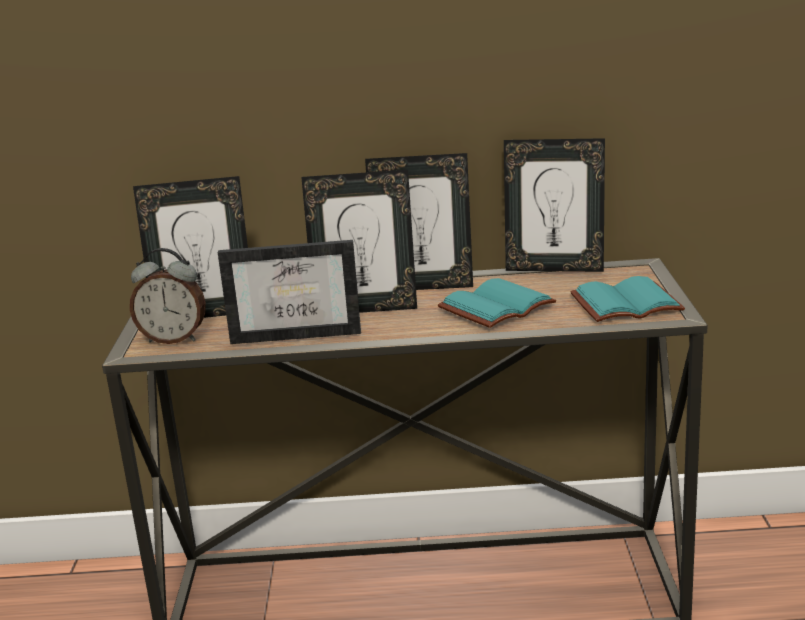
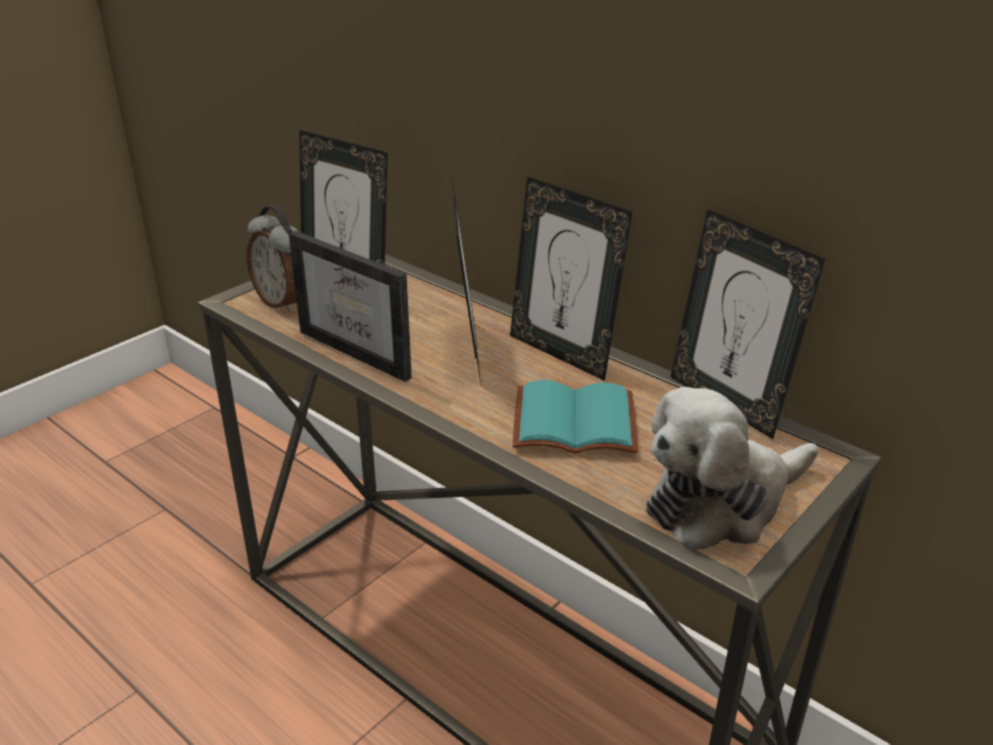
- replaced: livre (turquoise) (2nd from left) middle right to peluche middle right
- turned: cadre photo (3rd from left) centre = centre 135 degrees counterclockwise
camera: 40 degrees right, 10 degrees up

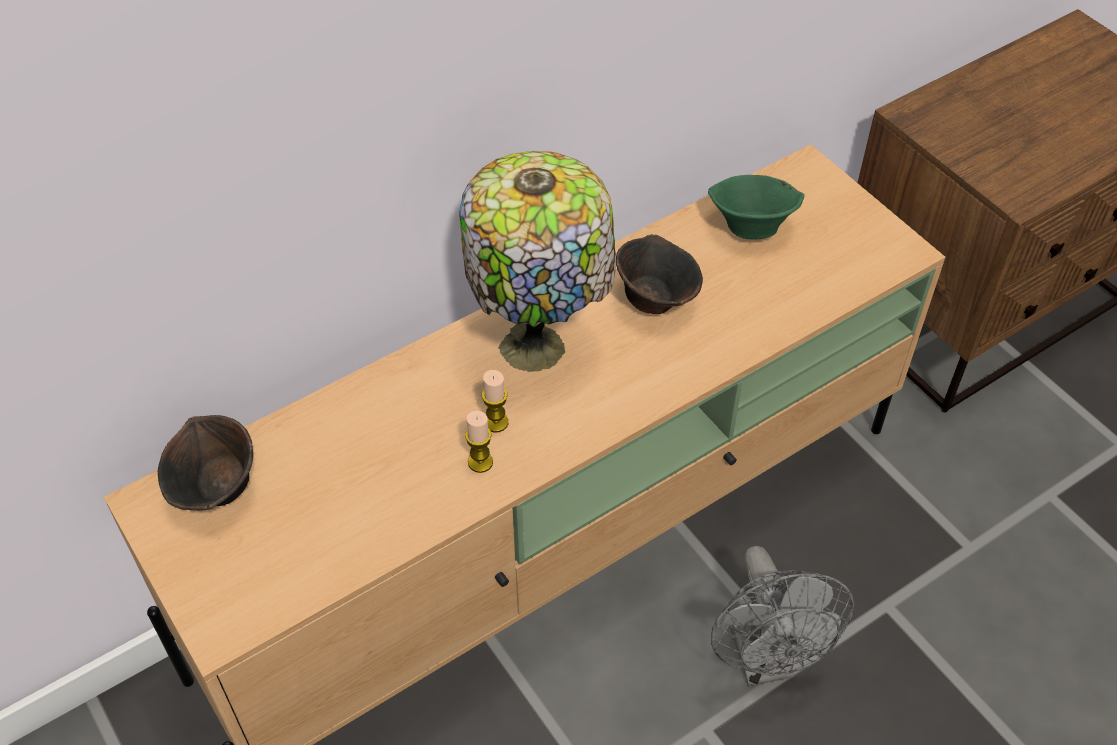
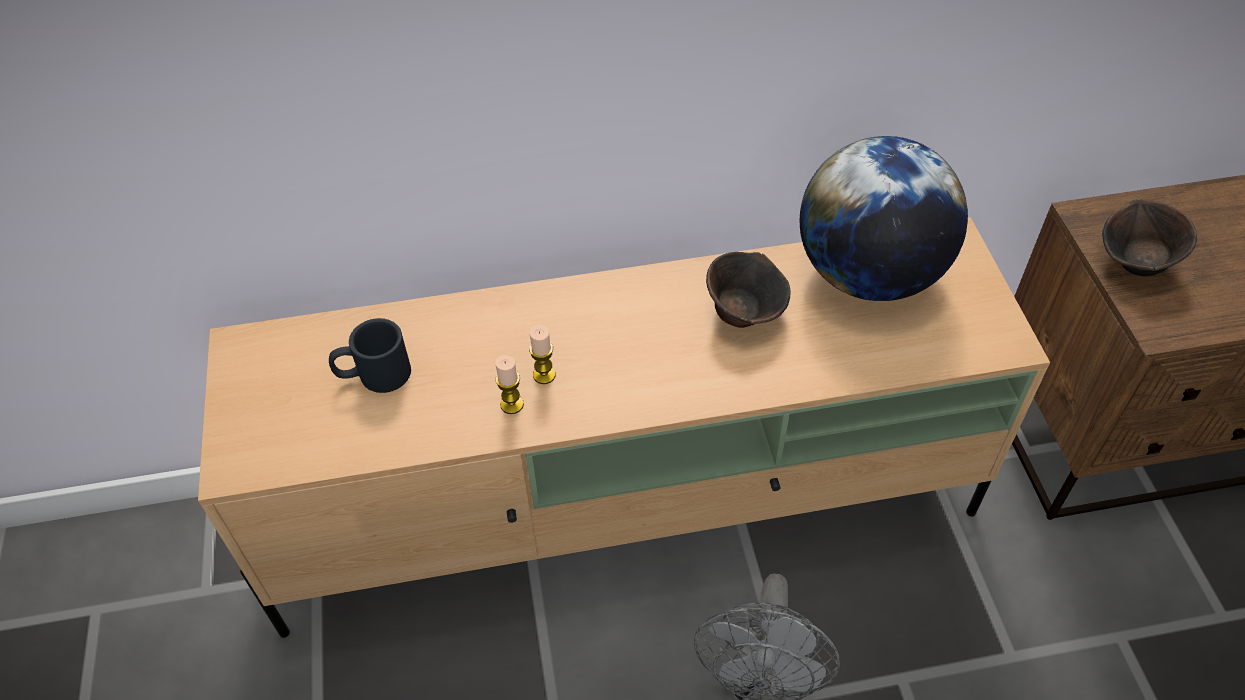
- removed: lampe de table centre
- added: mug (noir) middle left
- moved: bol (marron) (1st from left in the first image) middle left to bol (marron) (2nd from left) middle right
- replaced: bol (vert) top right to globe top right
camera: 25 degrees right, 0 degrees up

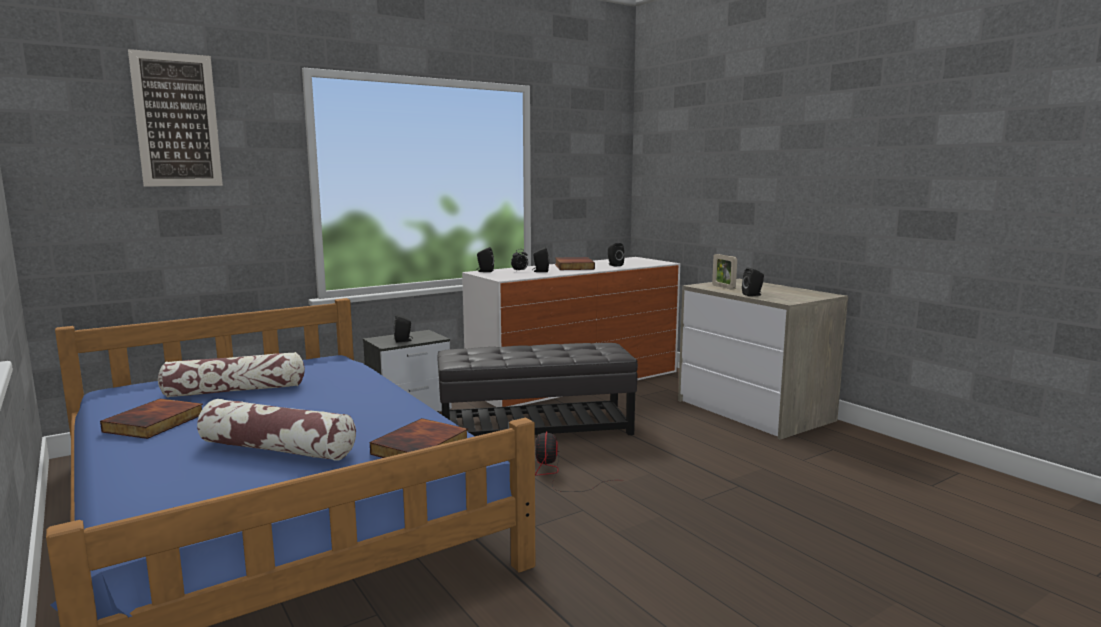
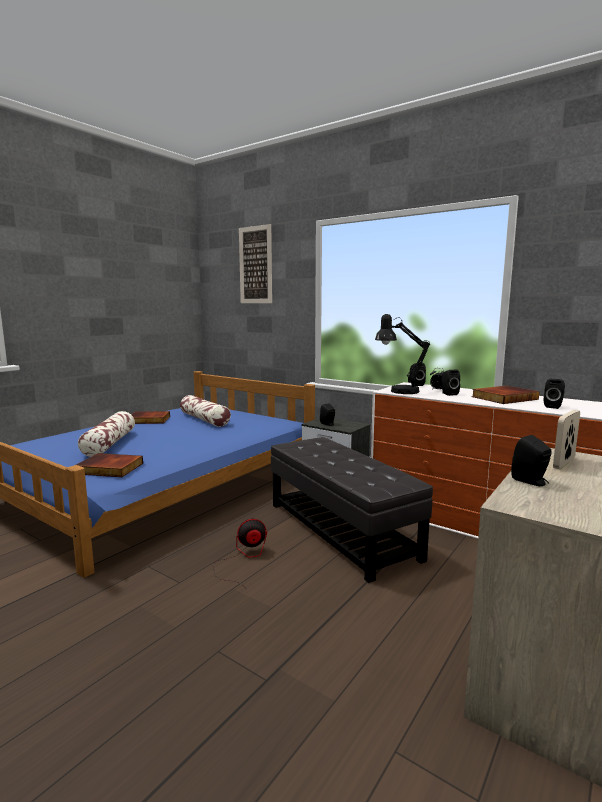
- added: lampe de table (noir) middle right
camera: 70 degrees right, 0 degrees up

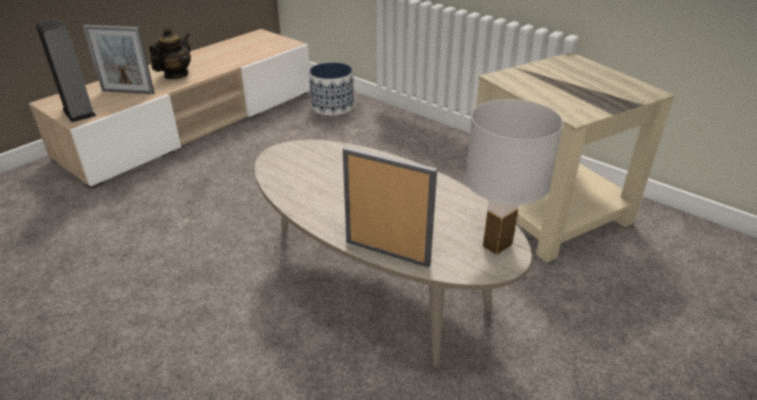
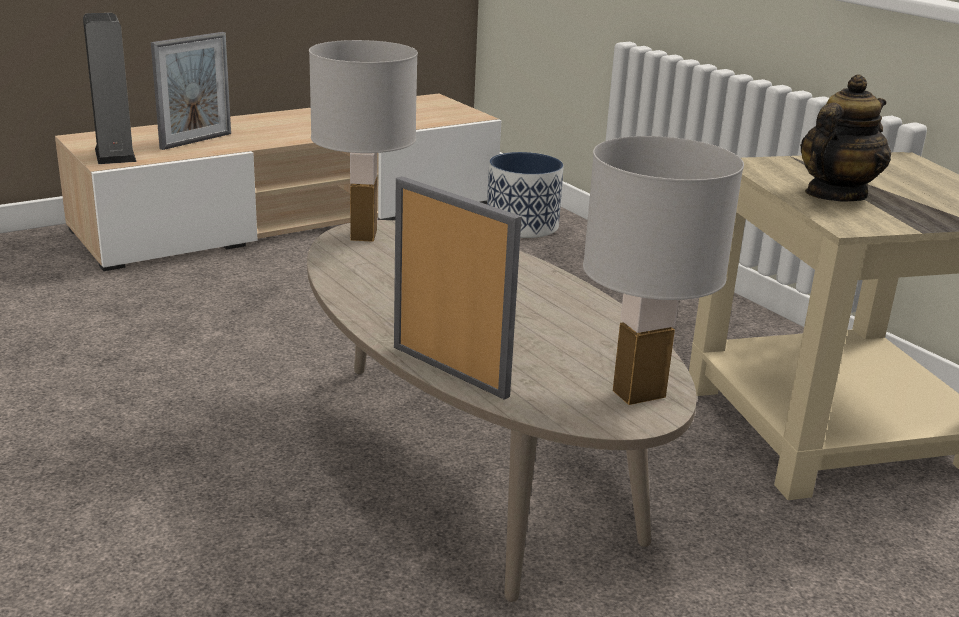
- added: lampe de table (blanc) (1st from left) top centre
- moved: théière top left to top right
- turned: cadre photo (1st from left) top left = top left 75 degrees counterclockwise
camera: 15 degrees right, 10 degrees down

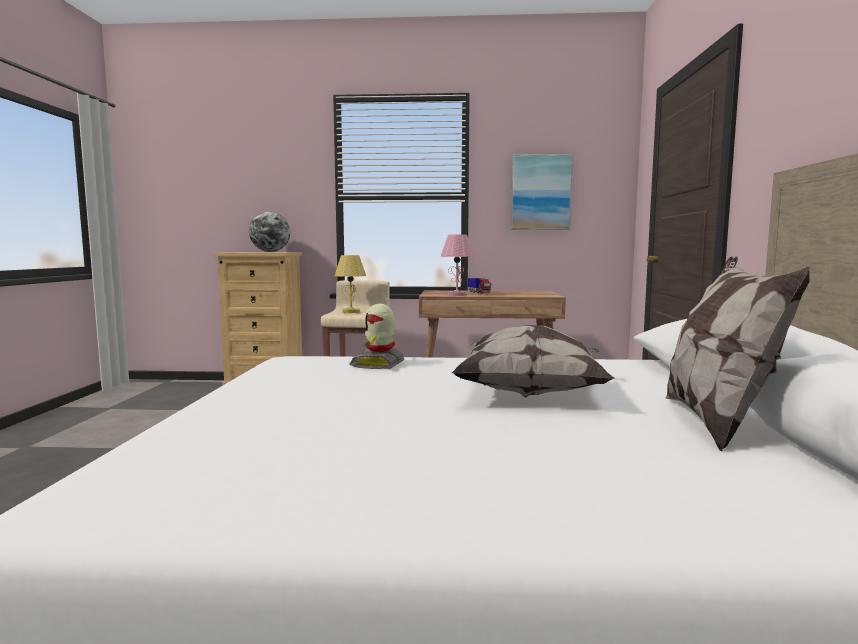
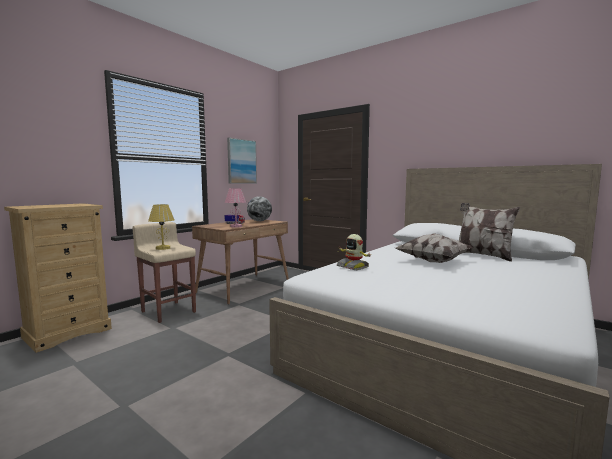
- moved: globe middle left to centre
camera: 55 degrees left, 0 degrees up

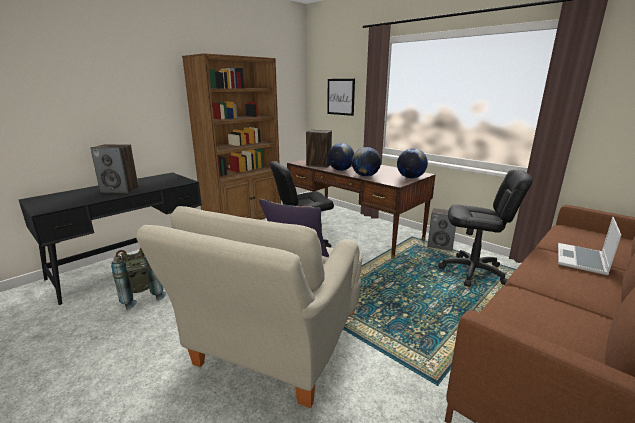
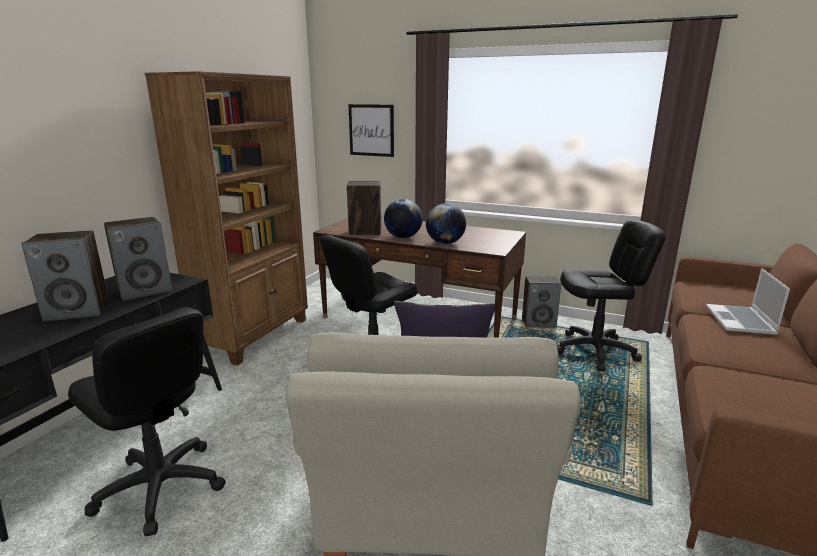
- removed: globe (3rd from left) centre
- added: enceinte (2nd from left) middle left
- replaced: sac à dos (gris) middle left to chaise de bureau (noir) (1st from left) bottom left
camera: 20 degrees left, 0 degrees up

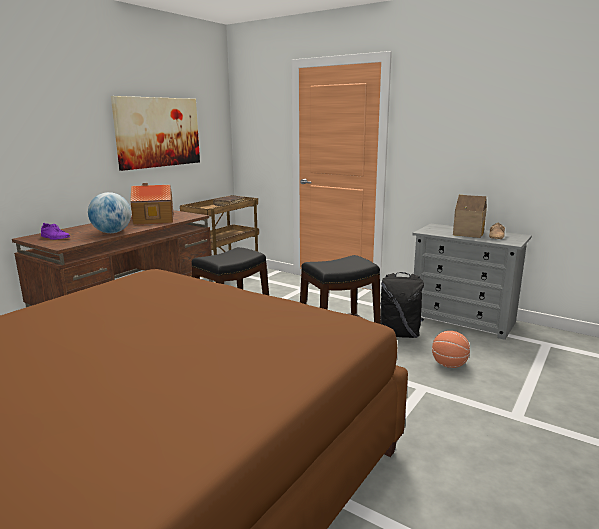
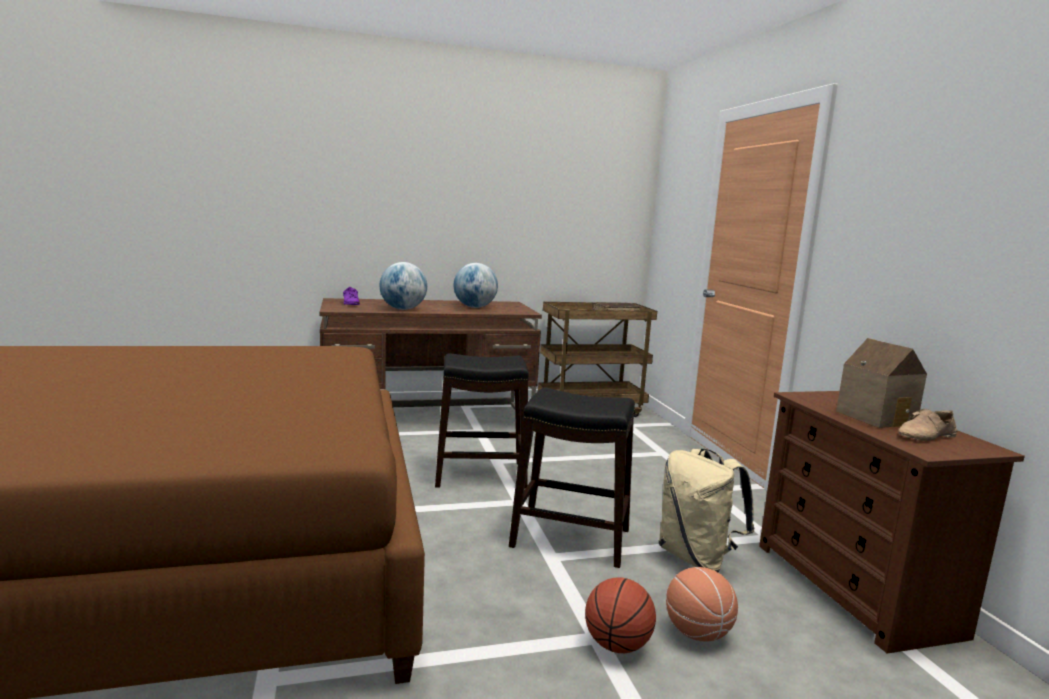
- removed: tableau top left
- added: ballon de basket (1st from left) bottom centre
- replaced: maison miniature (1st from left) middle left to globe (2nd from left) centre
- recoloured: sac à dos (noir) middle right to sac à dos (beige) bottom right
- recoloured: commode (gris) middle right to commode (marron) bottom right
camera: 40 degrees right, 5 degrees down

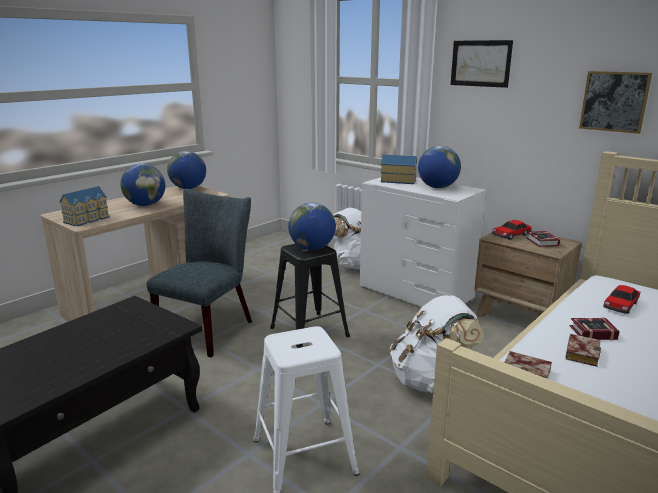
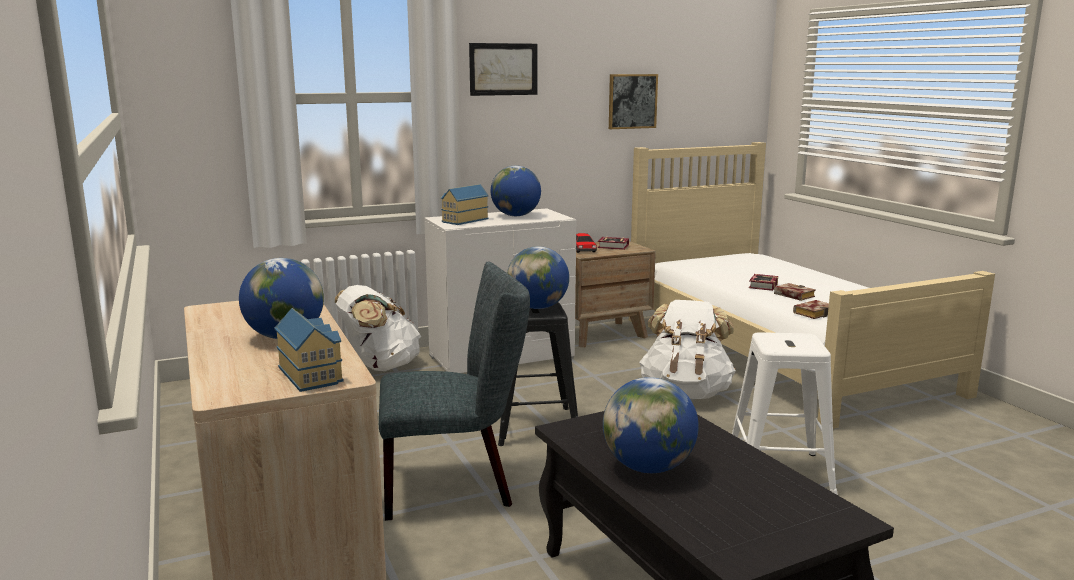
- removed: petite voiture (2nd from left) middle right
- moved: globe (2nd from left in the first image) middle left to globe (4th from left) bottom centre
- turned: chaise (gris) middle left = bottom centre 120 degrees clockwise
camera: 65 degrees left, 5 degrees down

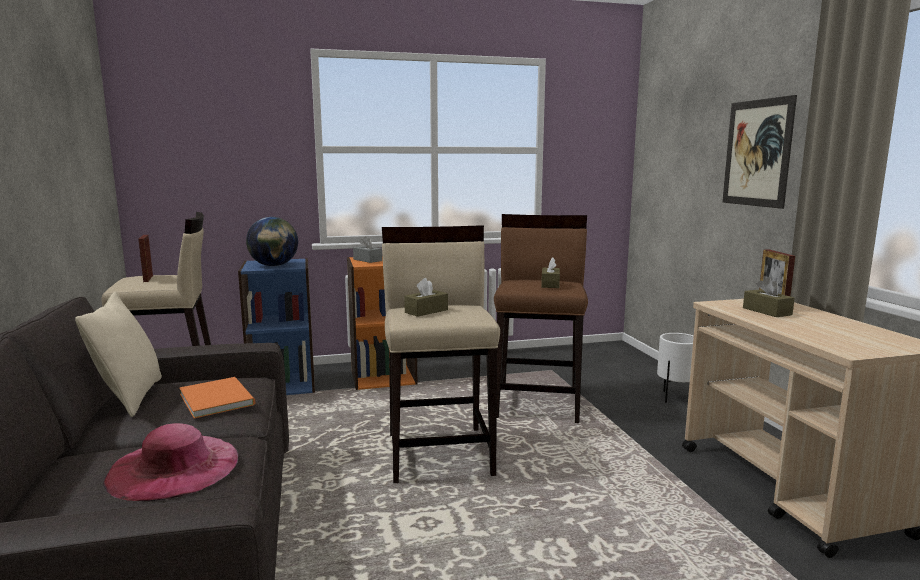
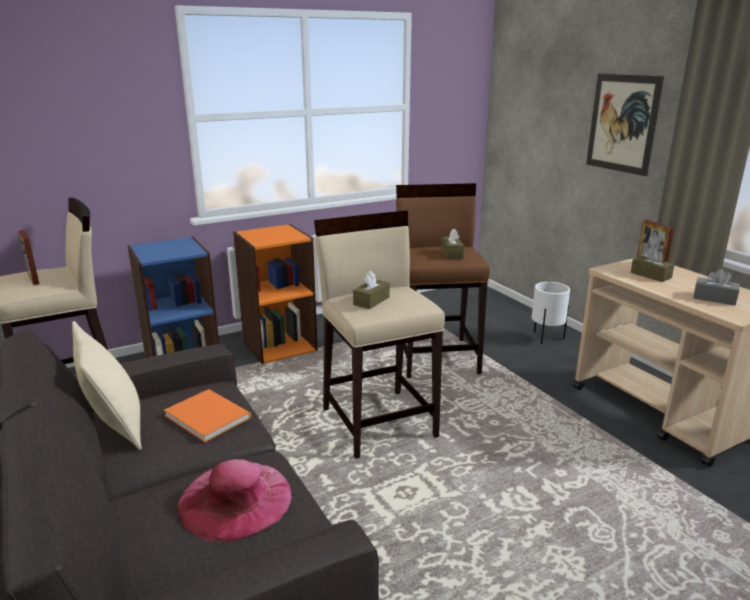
- removed: globe middle left
- moved: boîte à mouchoirs (gris) centre to middle right
camera: 15 degrees left, 10 degrees up

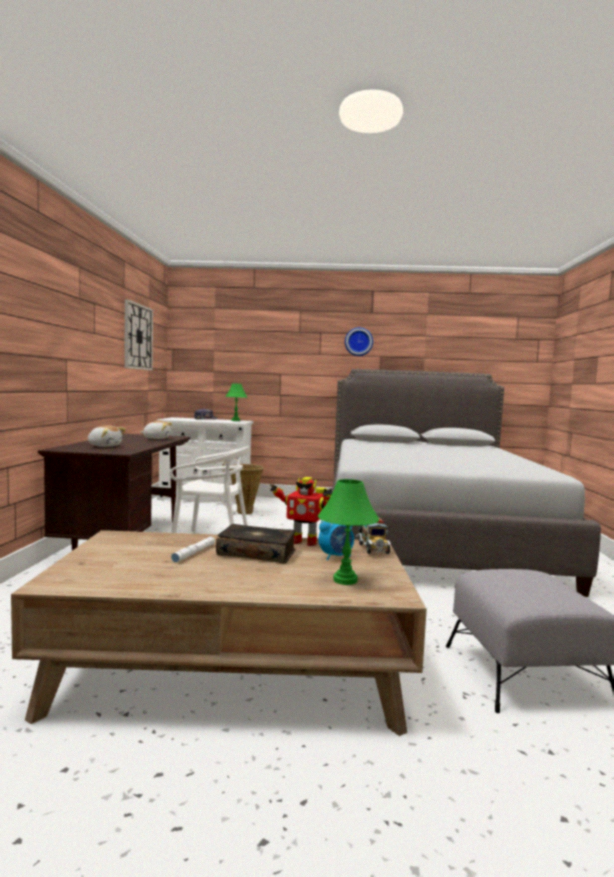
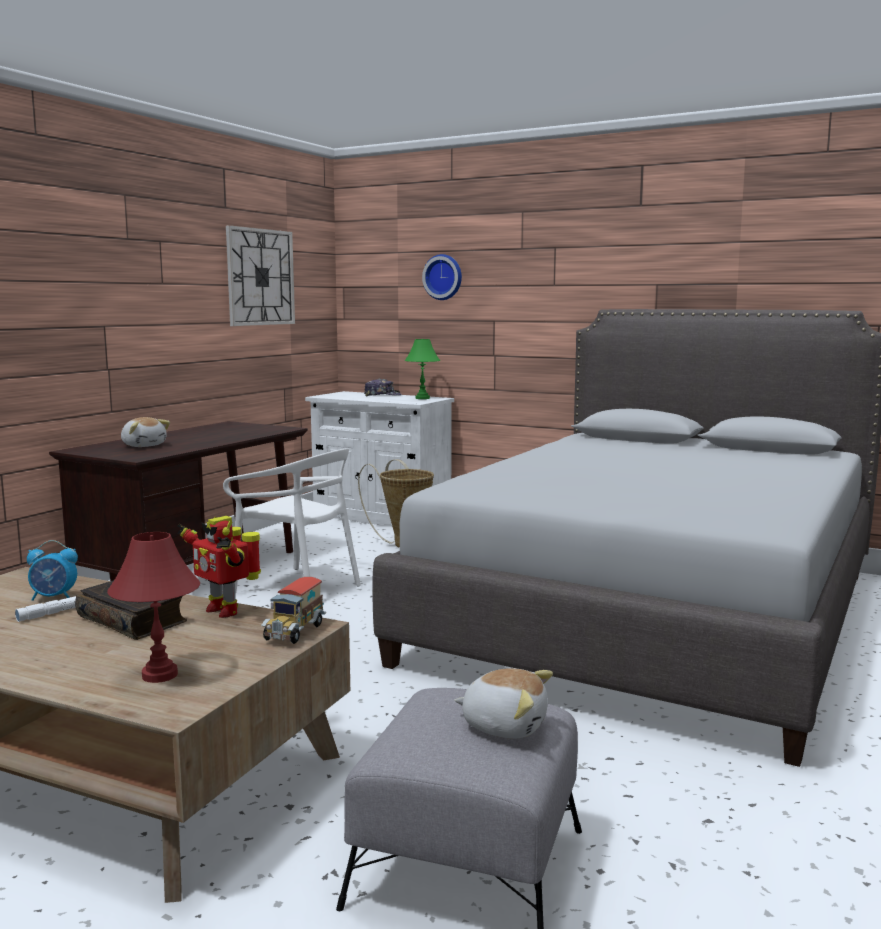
- moved: peluche (2nd from left) middle left to bottom centre
- moved: réveil centre to middle left
- moved: horloge murale (2nd from left) centre to top centre
- recoloured: lampe de table (vert) (2nd from left) centre to lampe de table (rouge) middle left
camera: 25 degrees right, 5 degrees up

